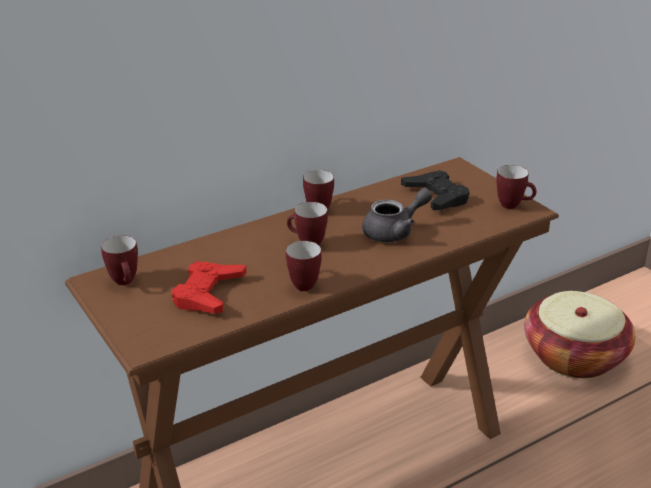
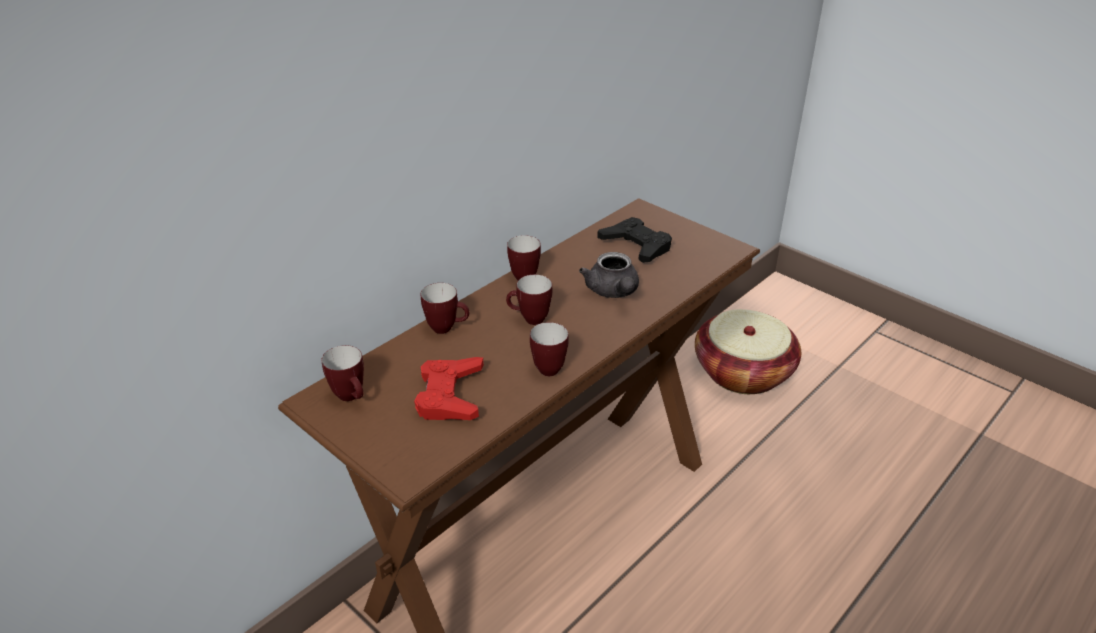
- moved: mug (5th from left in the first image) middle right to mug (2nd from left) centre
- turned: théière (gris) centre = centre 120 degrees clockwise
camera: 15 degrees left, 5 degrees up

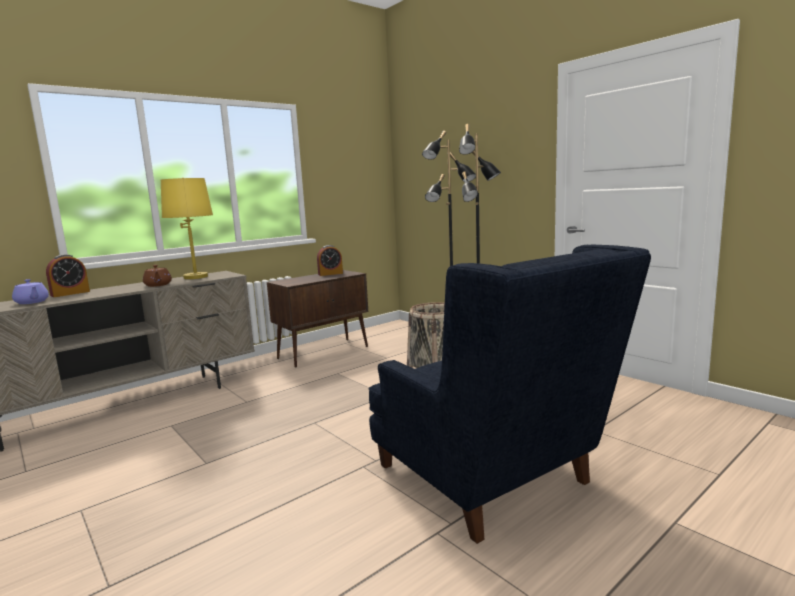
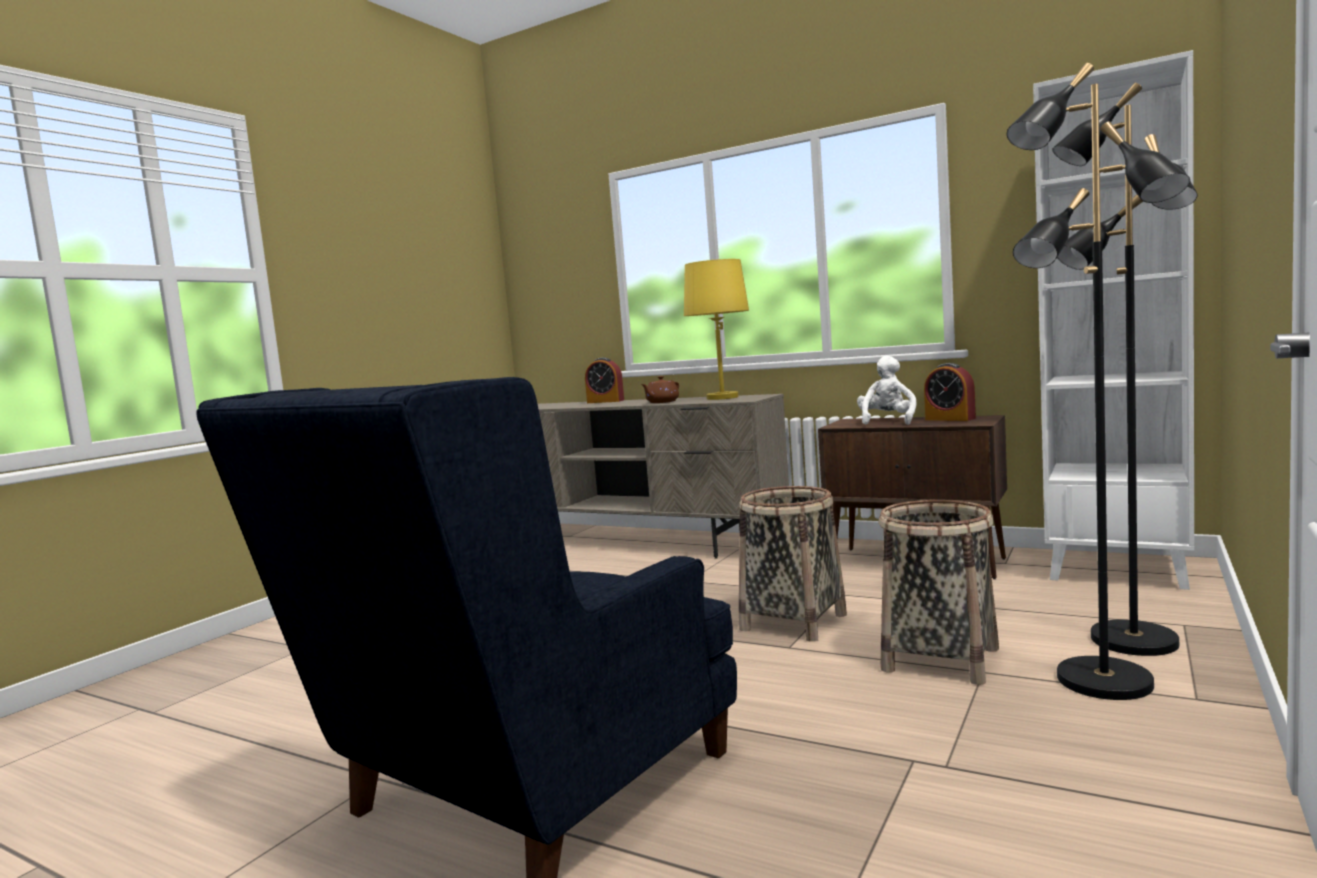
- removed: théière (violet) middle left
- added: panier (1st from left) centre
- added: peluche (blanc) middle right
- added: bibliothèque (blanc) middle right
camera: 70 degrees right, 5 degrees down

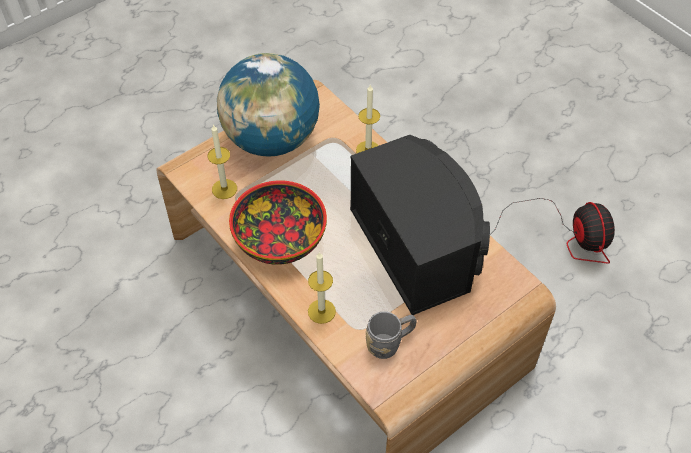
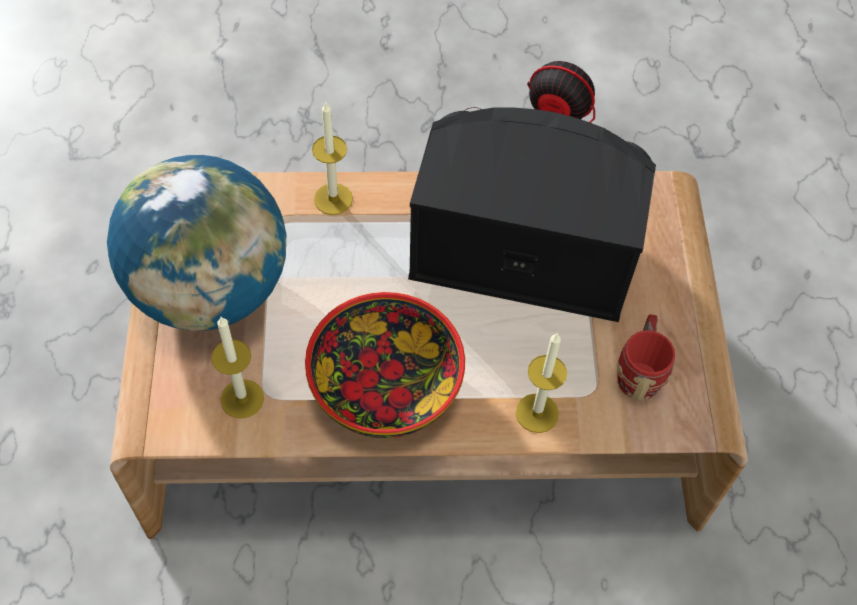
- recoloured: mug (gris) bottom centre to mug (rouge) middle right
camera: 55 degrees left, 5 degrees up

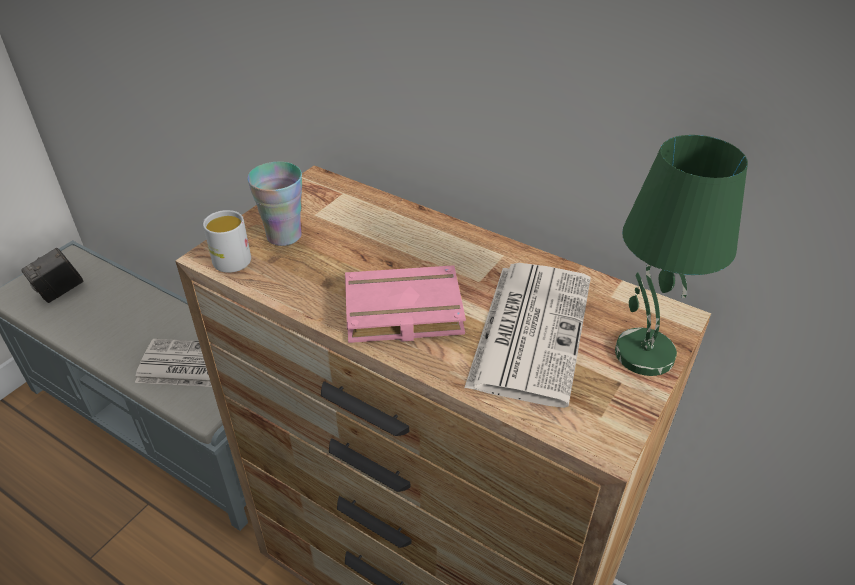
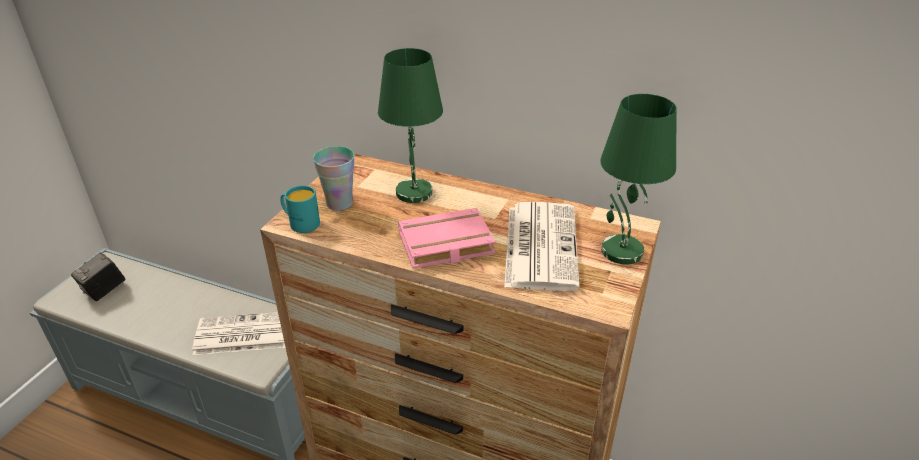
- added: lampe de table (vert) (1st from left) top centre
- recoloured: mug (blanc) middle left to mug (turquoise) middle left
camera: 10 degrees left, 5 degrees down

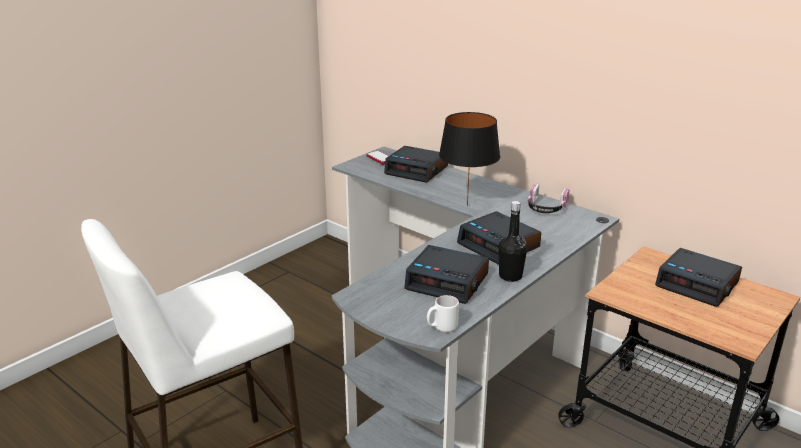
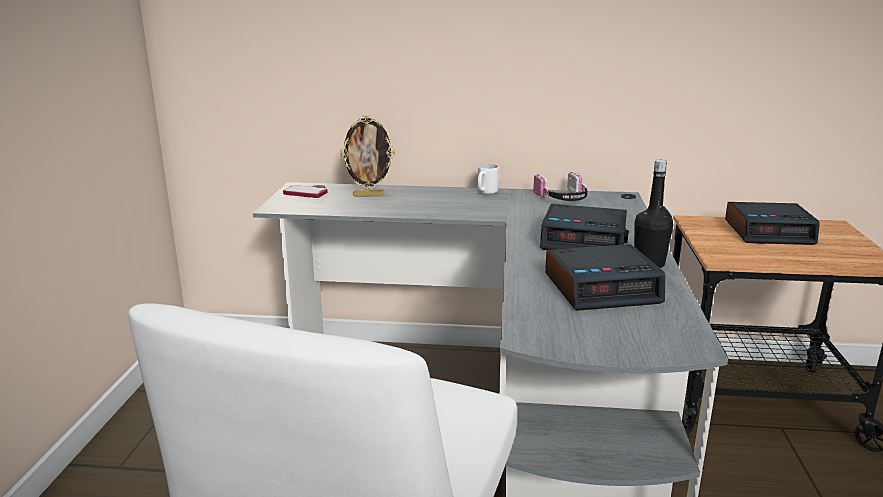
- removed: lampe de table (noir) centre
- moved: mug (blanc) bottom centre to centre
- replaced: réveil (1st from left) centre to cadre photo top centre
camera: 35 degrees left, 5 degrees down

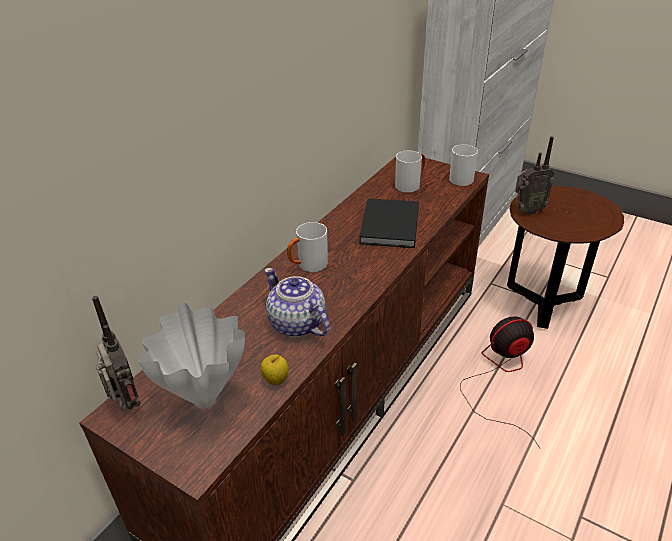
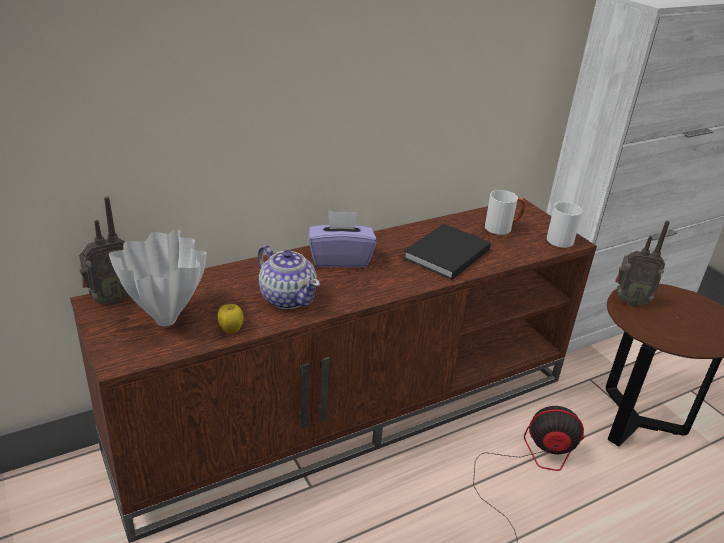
- replaced: mug (blanc) (1st from left) centre to boîte à mouchoirs (violet) centre
- turned: radio (1st from left) middle left = middle left 60 degrees clockwise
- turned: théière centre = centre 150 degrees clockwise
camera: 25 degrees right, 5 degrees down

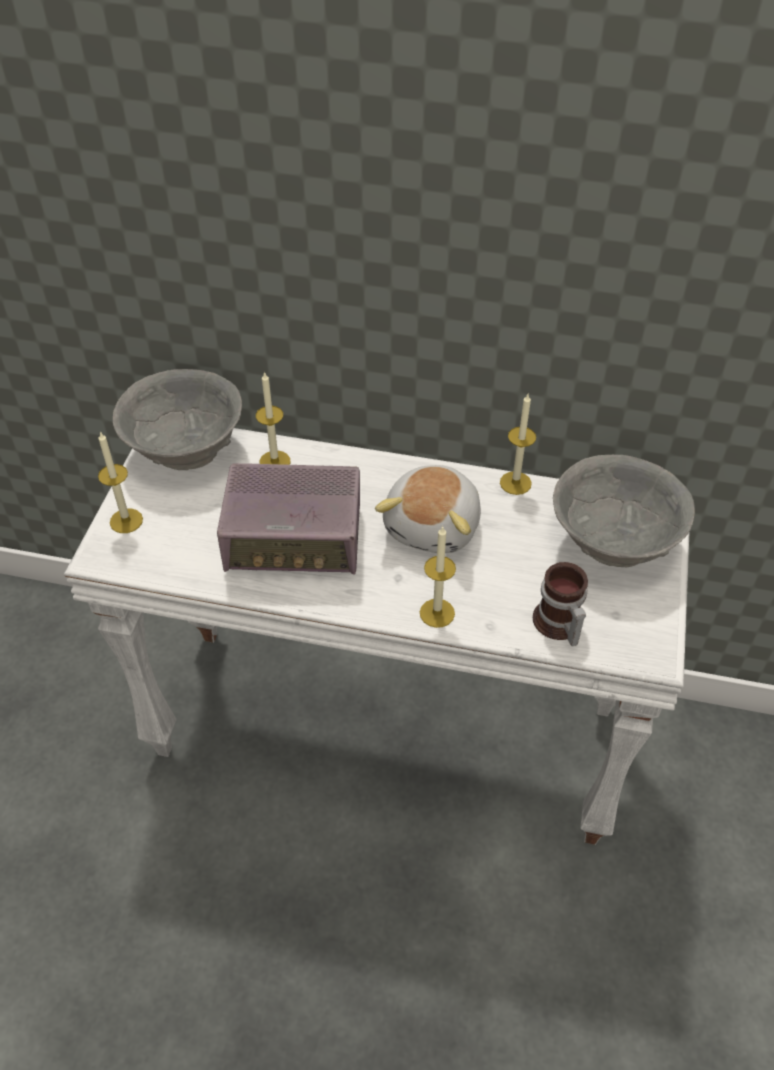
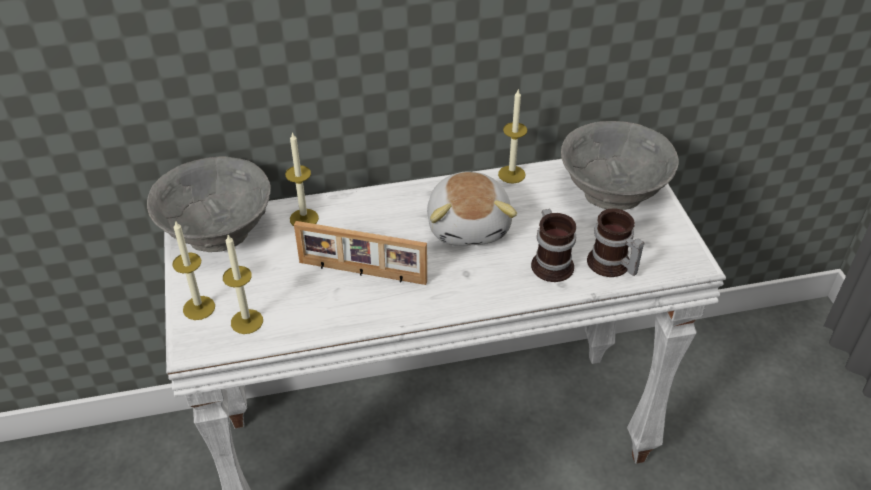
- added: mug (1st from left) centre
- moved: bougie (3rd from left in the first image) centre to bougie (2nd from left) middle left
- replaced: radio centre to cadre photo centre
camera: 25 degrees left, 5 degrees down

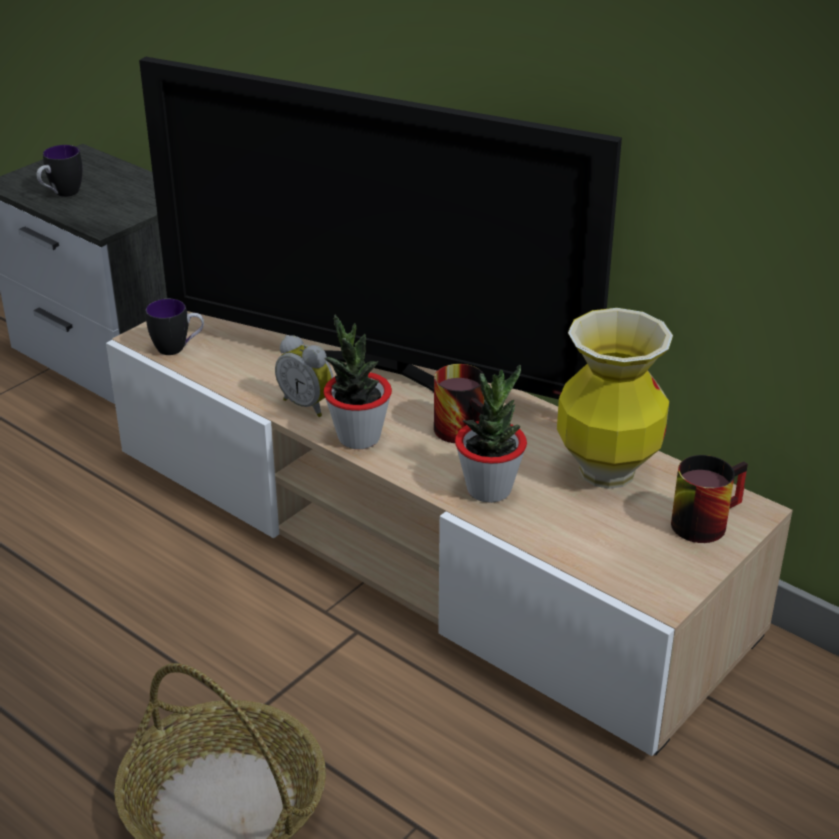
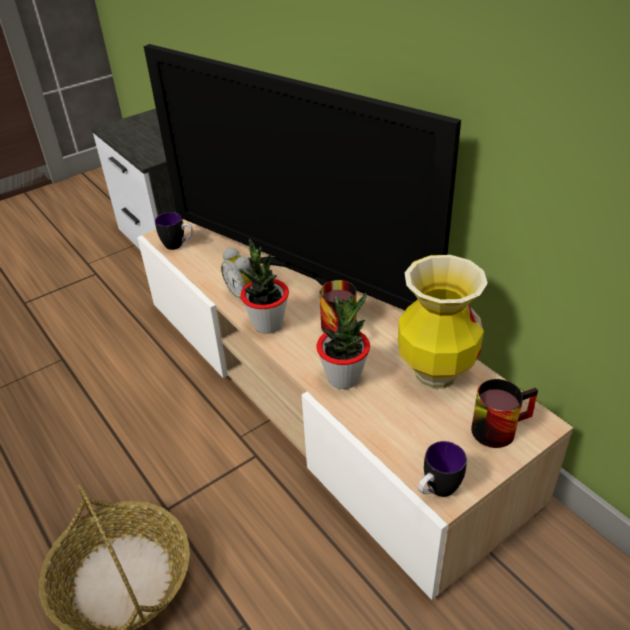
- moved: mug (1st from left in the first image) top left to mug (3rd from left) bottom right
camera: 15 degrees right, 5 degrees up

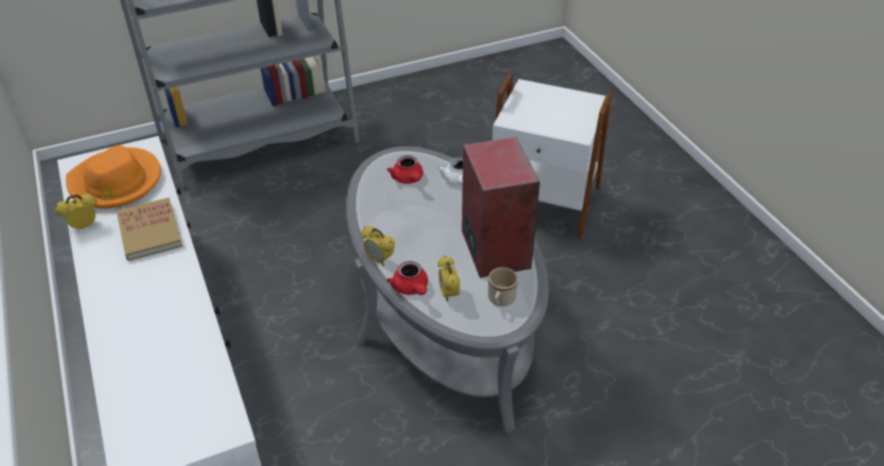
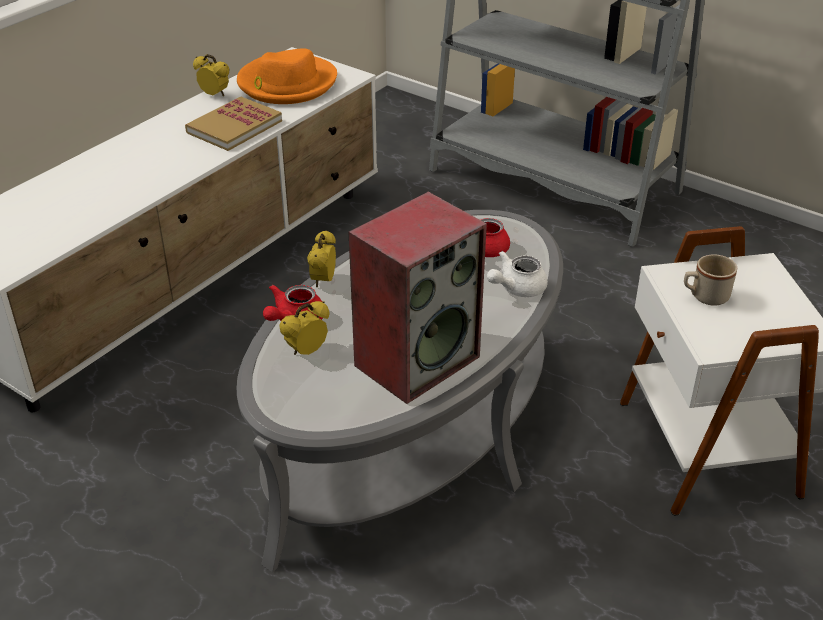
- moved: mug (beige) centre to middle right
camera: 60 degrees right, 5 degrees down

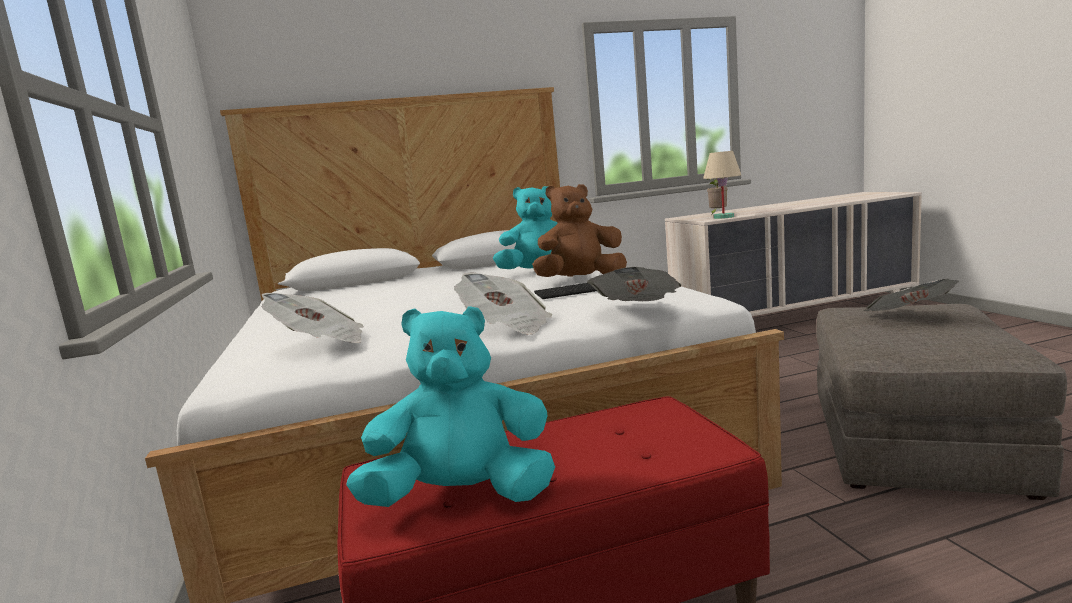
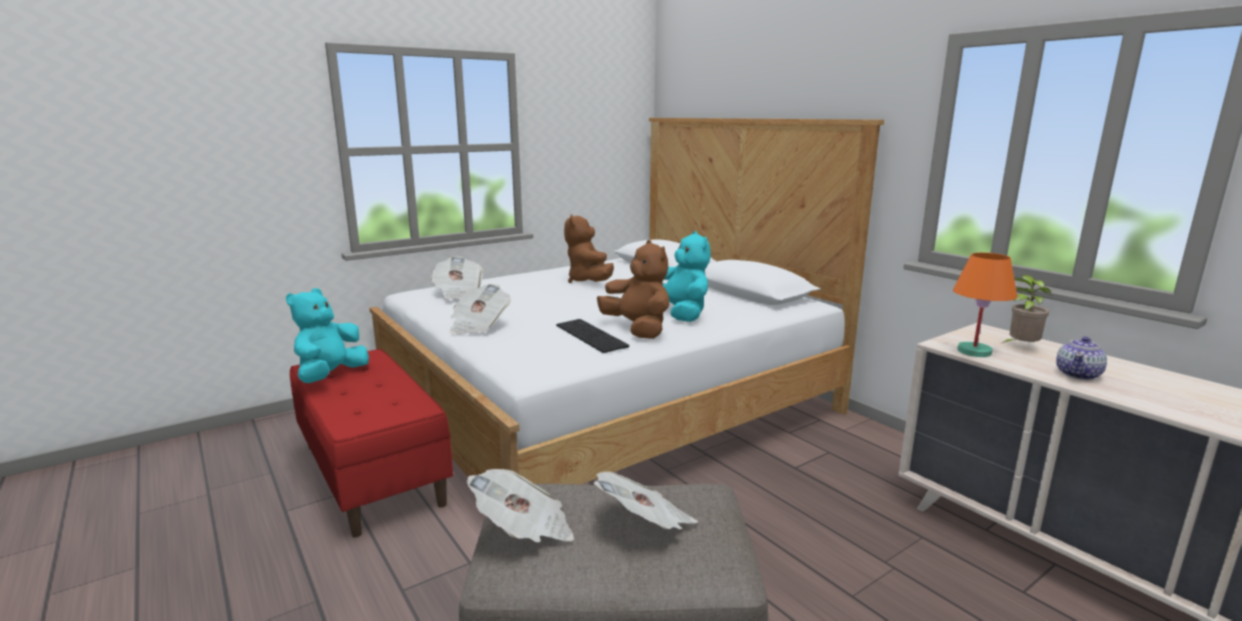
- added: peluche (marron) (1st from left) centre
- added: théière middle right
- moved: journal (3rd from left) centre to bottom centre
- recoloured: lampe de table (beige) top right to lampe de table (orange) middle right
- turned: peluche (turquoise) (1st from left) bottom centre = middle left 135 degrees counterclockwise
camera: 70 degrees right, 5 degrees up

